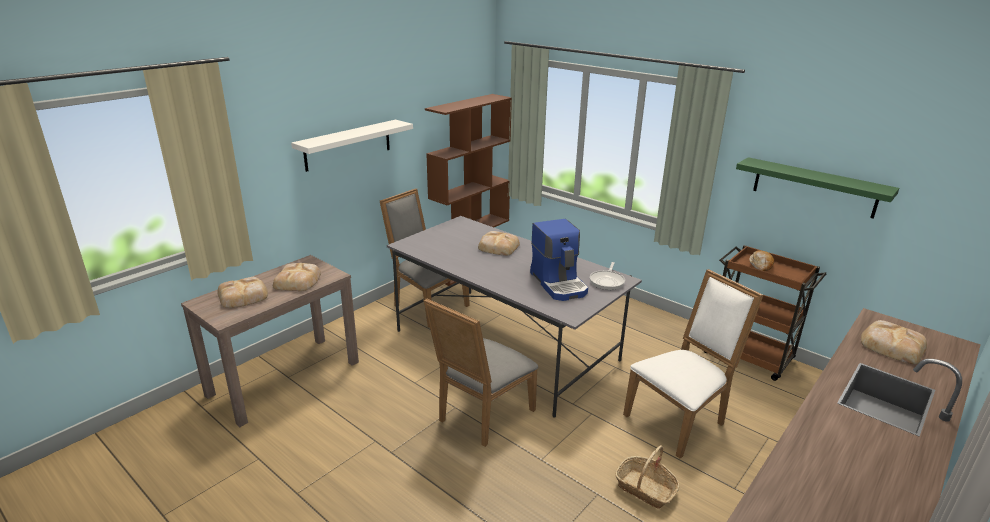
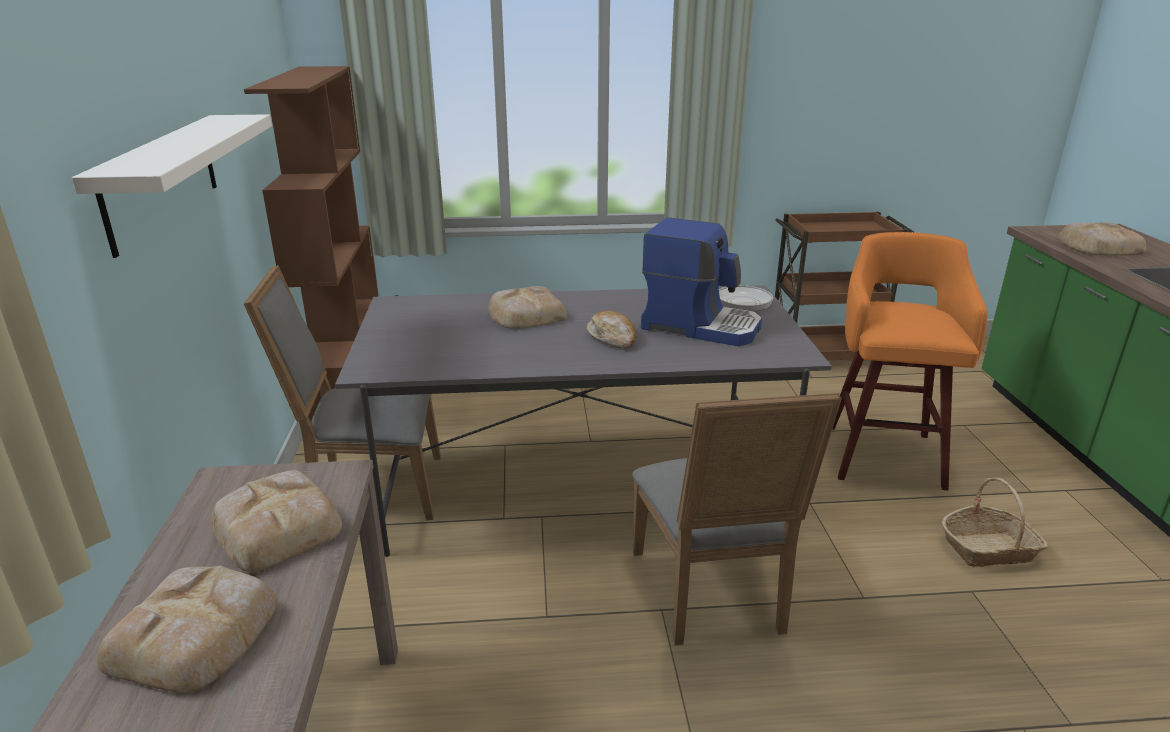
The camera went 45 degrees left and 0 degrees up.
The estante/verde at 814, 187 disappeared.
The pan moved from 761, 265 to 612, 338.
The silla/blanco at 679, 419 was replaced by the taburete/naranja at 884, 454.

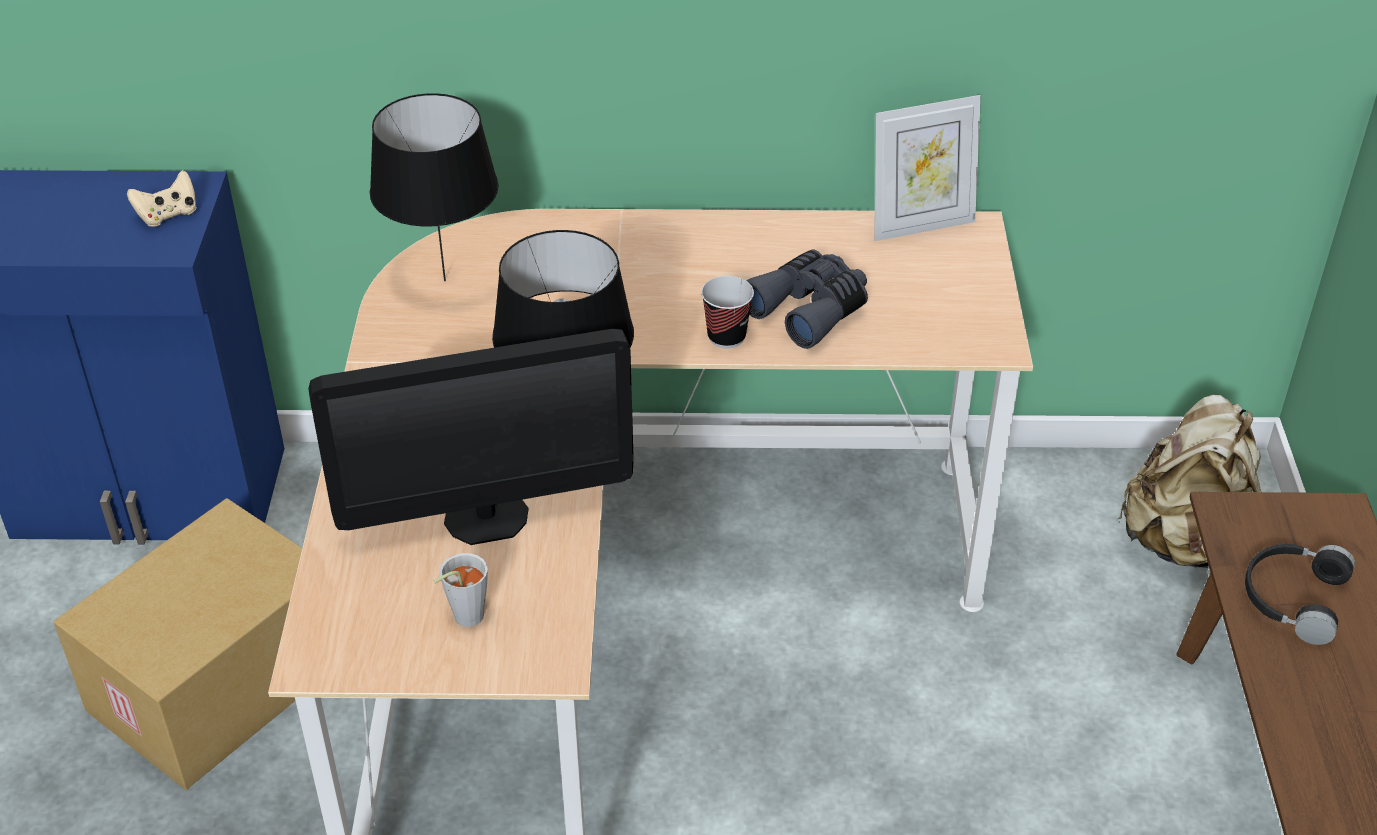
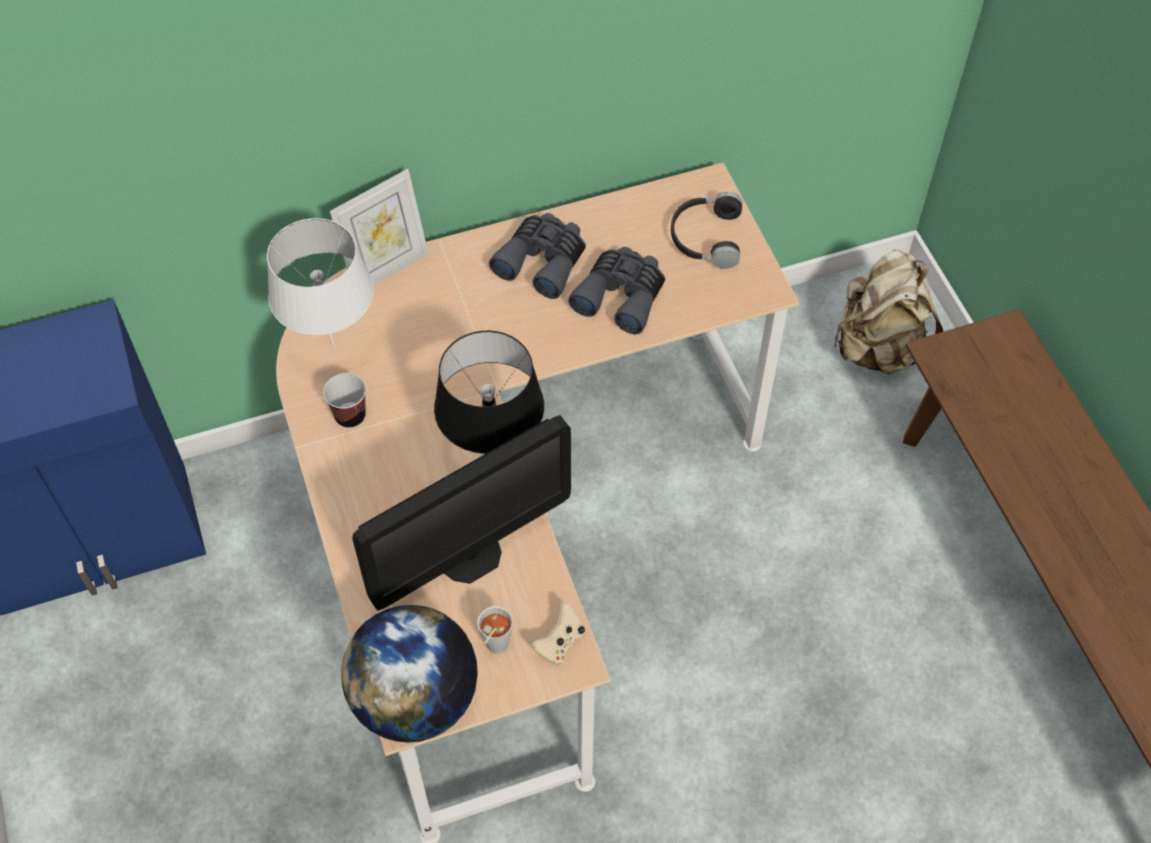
The camera went 20 degrees left and 15 degrees up.
The lámpara de mesa/negro at 445, 279 became the lámpara de mesa/blanco at 334, 347.
The portarretratos moved from 920, 225 to 386, 268.
The mando de consola/beis moved from 168, 215 to 559, 643.
The taza moved from 726, 337 to 350, 416.
The caja de cartón at 220, 686 disappeared.
The auriculares/negro moved from 1291, 598 to 705, 237.
The prismáticos/gris at 543, 261 appeared.
The globo terráqueo at 416, 699 appeared.

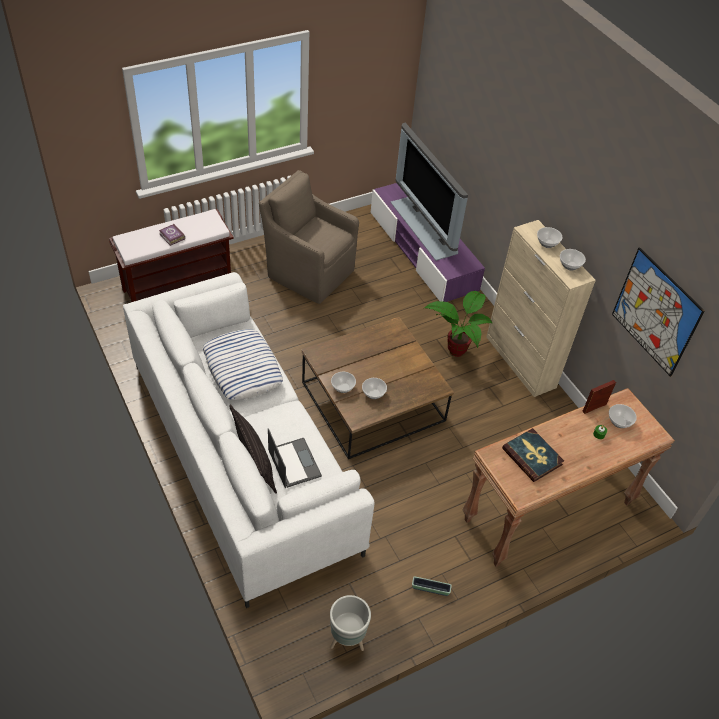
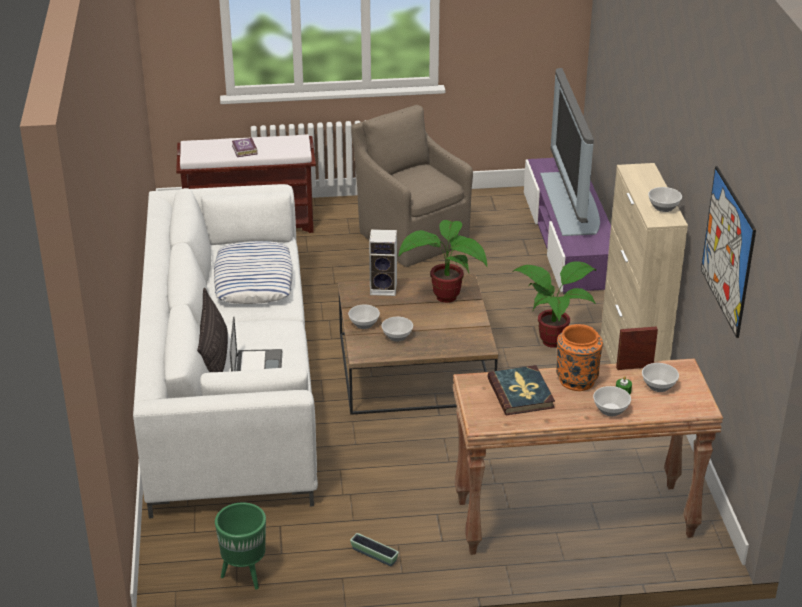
The camera went 25 degrees right and 15 degrees down.
The cuenco moved from 547, 243 to 610, 410.
The maceta/gris at 346, 639 became the maceta/verde at 244, 575.
The planta en maceta at 443, 298 appeared.
The altavoz at 384, 288 appeared.
The florero/naranja at 576, 380 appeared.

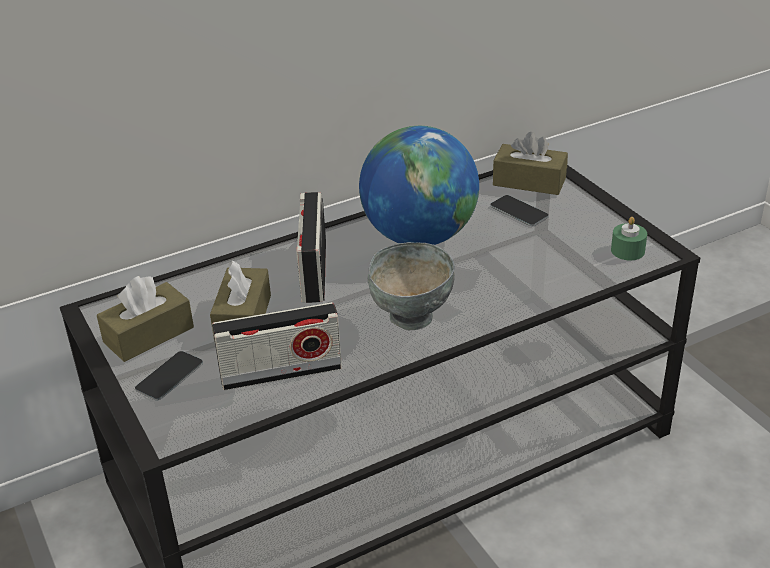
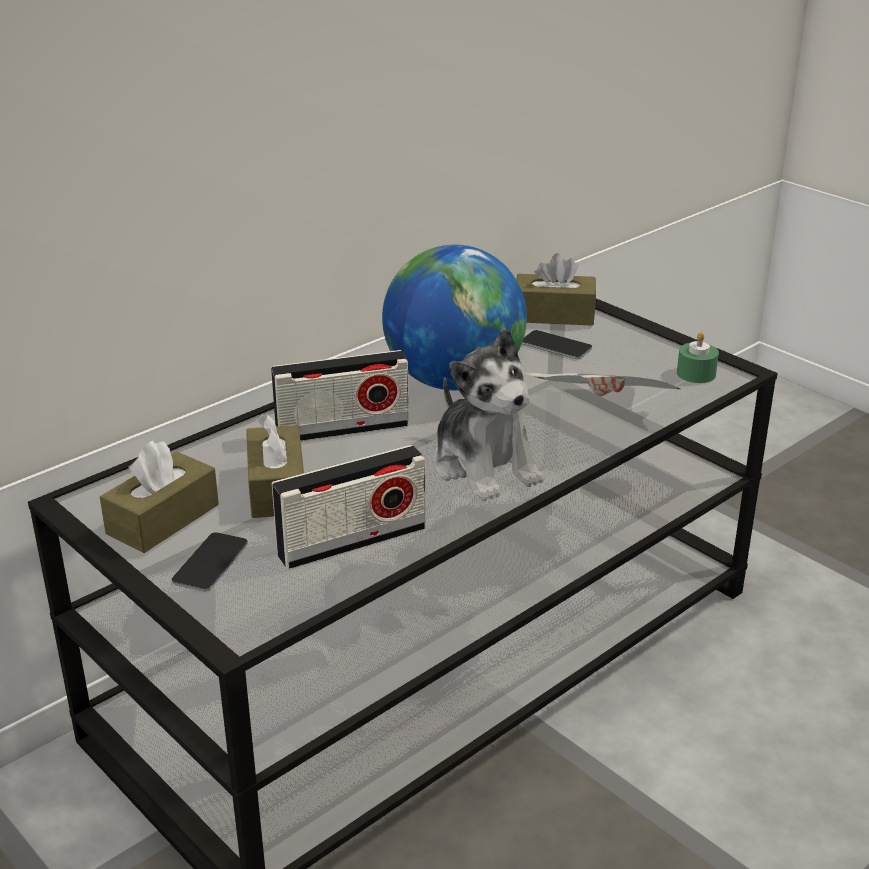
The camera went 15 degrees left and 5 degrees down.
The radio at 314, 271 turned 90 degrees counterclockwise.
The cuenco/gris at 412, 318 was replaced by the peluche at 485, 466.
The periódico at 600, 418 appeared.

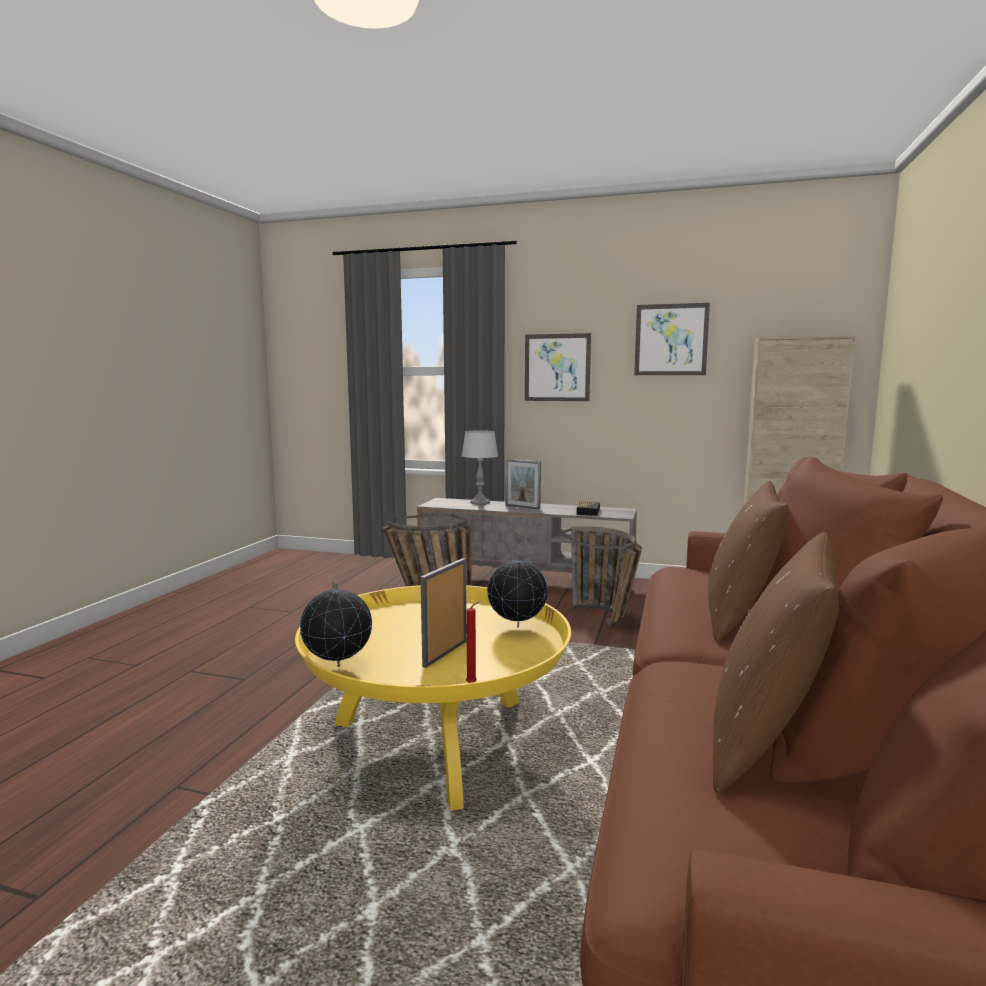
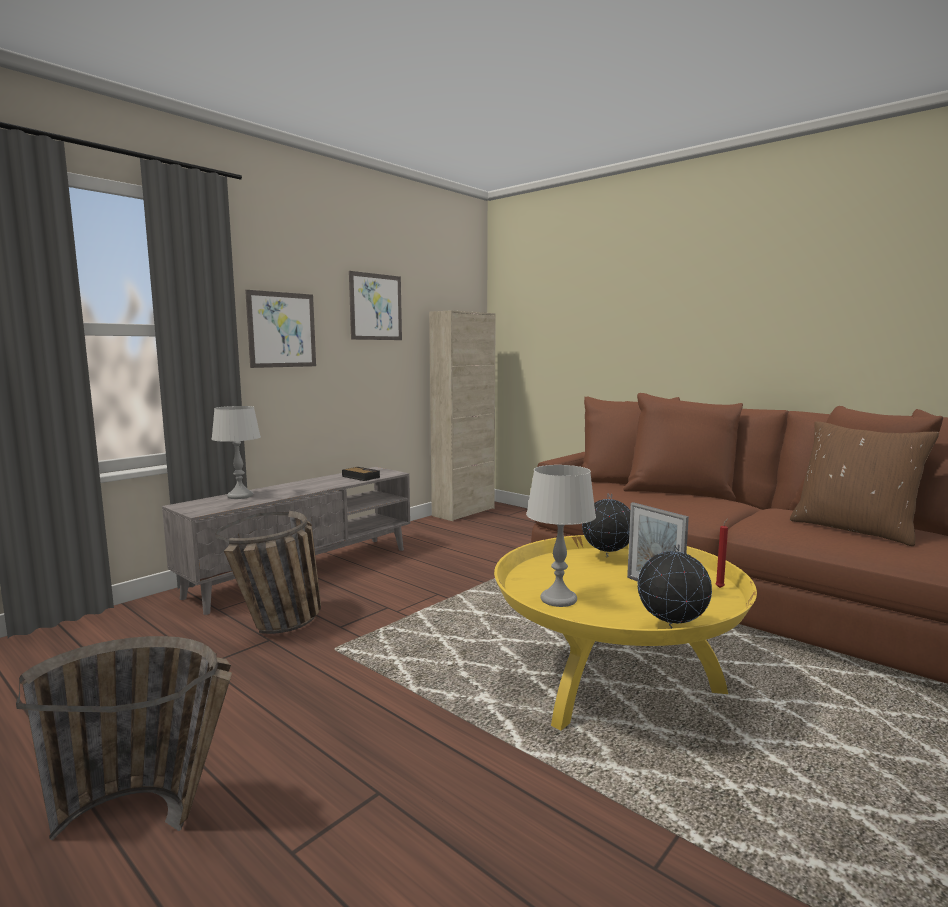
The camera went 65 degrees left and 0 degrees up.
The portarretratos at 522, 507 disappeared.
The cojín/marrón at 739, 618 disappeared.
The cesta moved from 607, 620 to 153, 818.
The lámpara de mesa/gris at 558, 599 appeared.

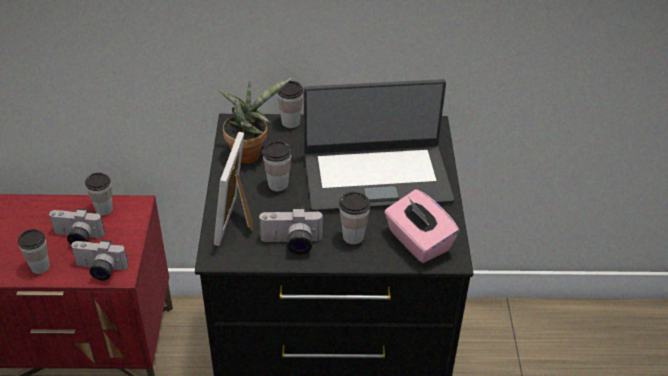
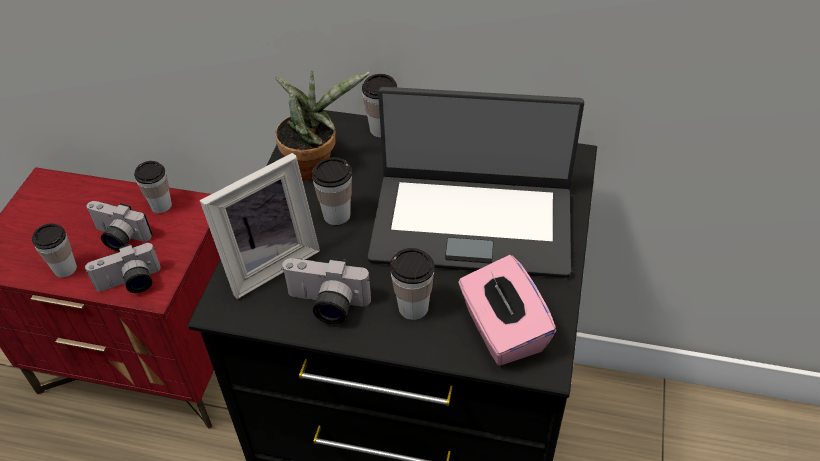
The camera went 15 degrees right and 5 degrees up.
The portarretratos at 239, 222 turned 150 degrees counterclockwise.
The cámara at 99, 270 turned 45 degrees counterclockwise.

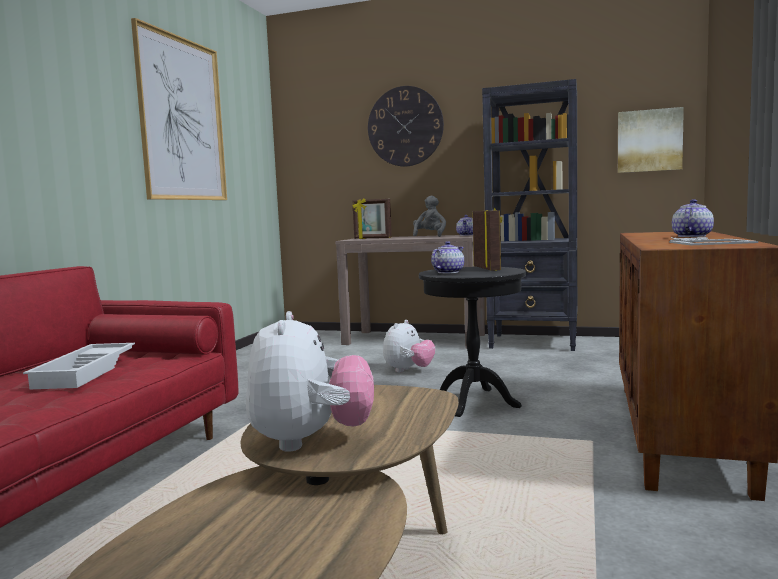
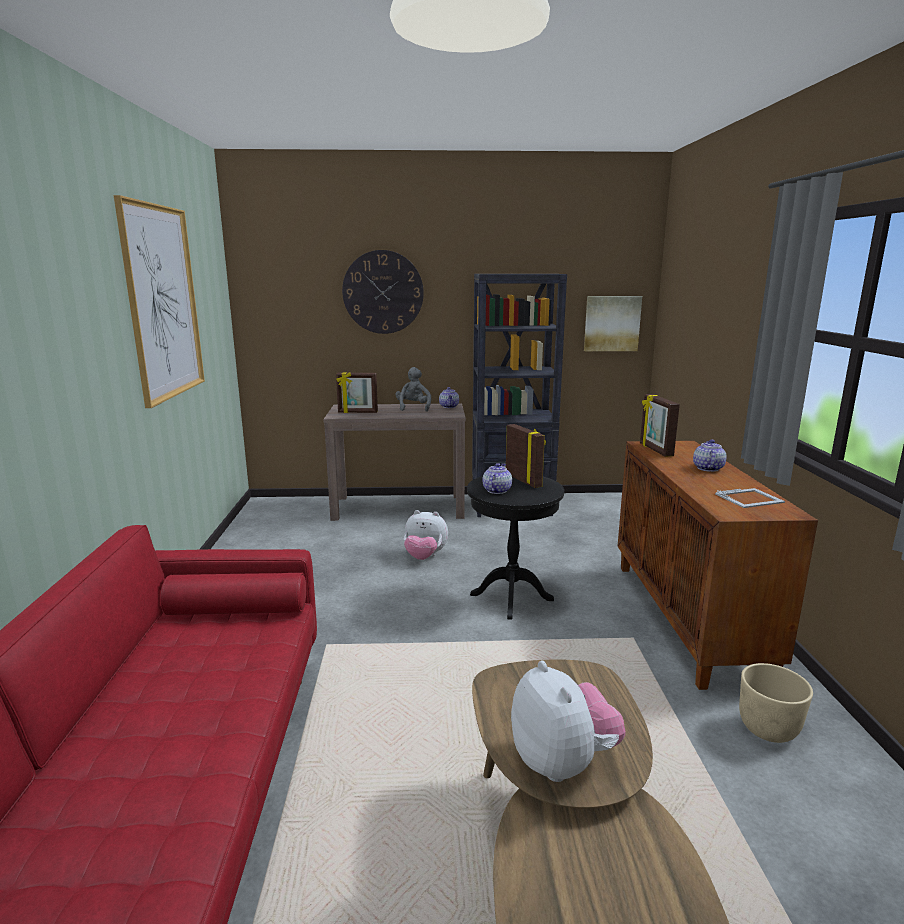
The camera went 20 degrees left and 10 degrees up.
The peluche at 408, 370 turned 90 degrees clockwise.
The bandeja/blanco at 87, 372 disappeared.
The portarretratos at 655, 450 appeared.
The maceta/beis at 769, 730 appeared.

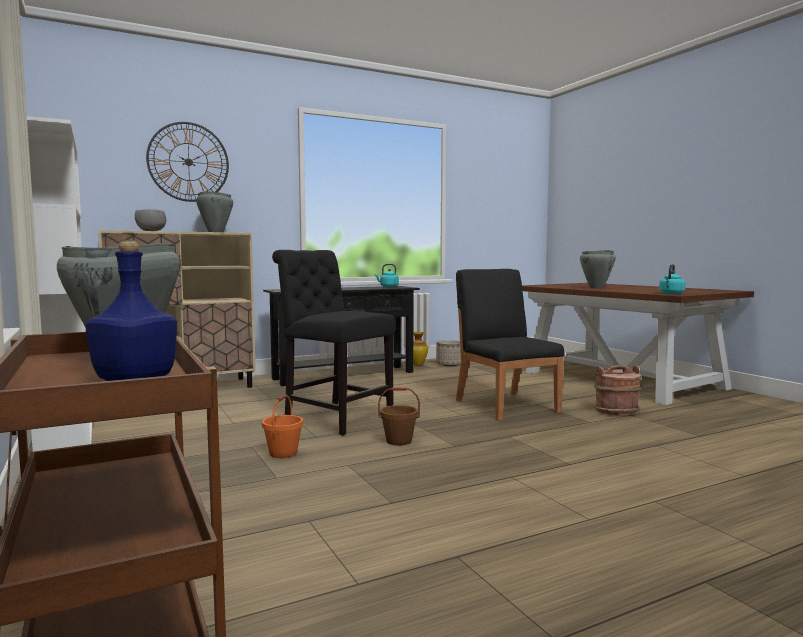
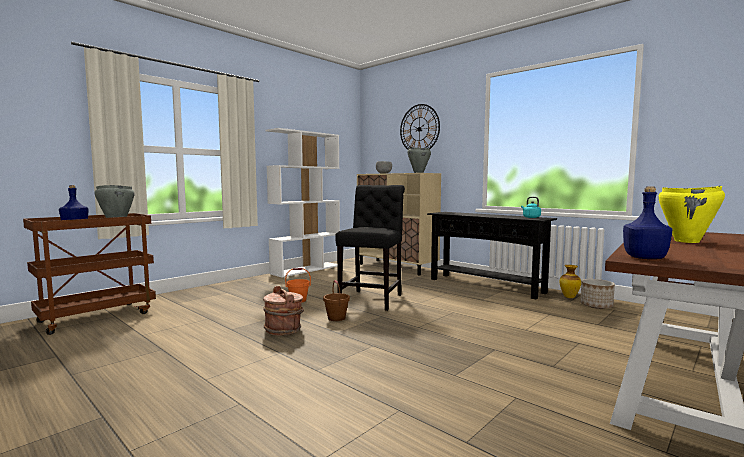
The camera went 70 degrees right and 0 degrees up.
The olla/gris at 596, 288 became the olla/amarillo at 687, 241.
The hervidor/turquesa at 671, 294 was replaced by the botella/azul at 644, 258.
The silla/negro at 506, 405 disappeared.
The cubo/marrón moved from 616, 411 to 283, 330.

